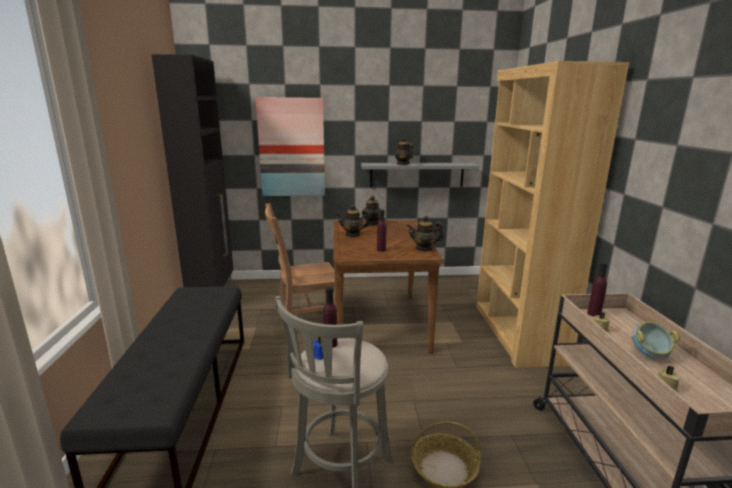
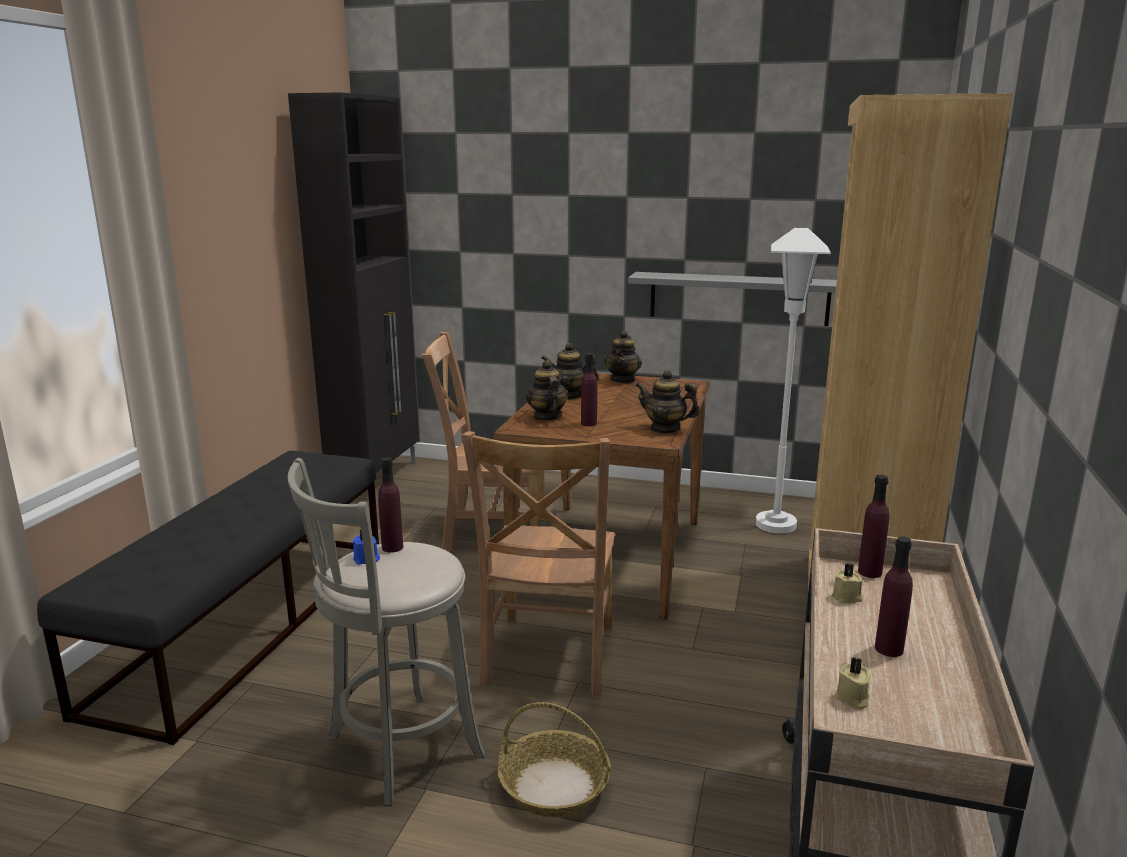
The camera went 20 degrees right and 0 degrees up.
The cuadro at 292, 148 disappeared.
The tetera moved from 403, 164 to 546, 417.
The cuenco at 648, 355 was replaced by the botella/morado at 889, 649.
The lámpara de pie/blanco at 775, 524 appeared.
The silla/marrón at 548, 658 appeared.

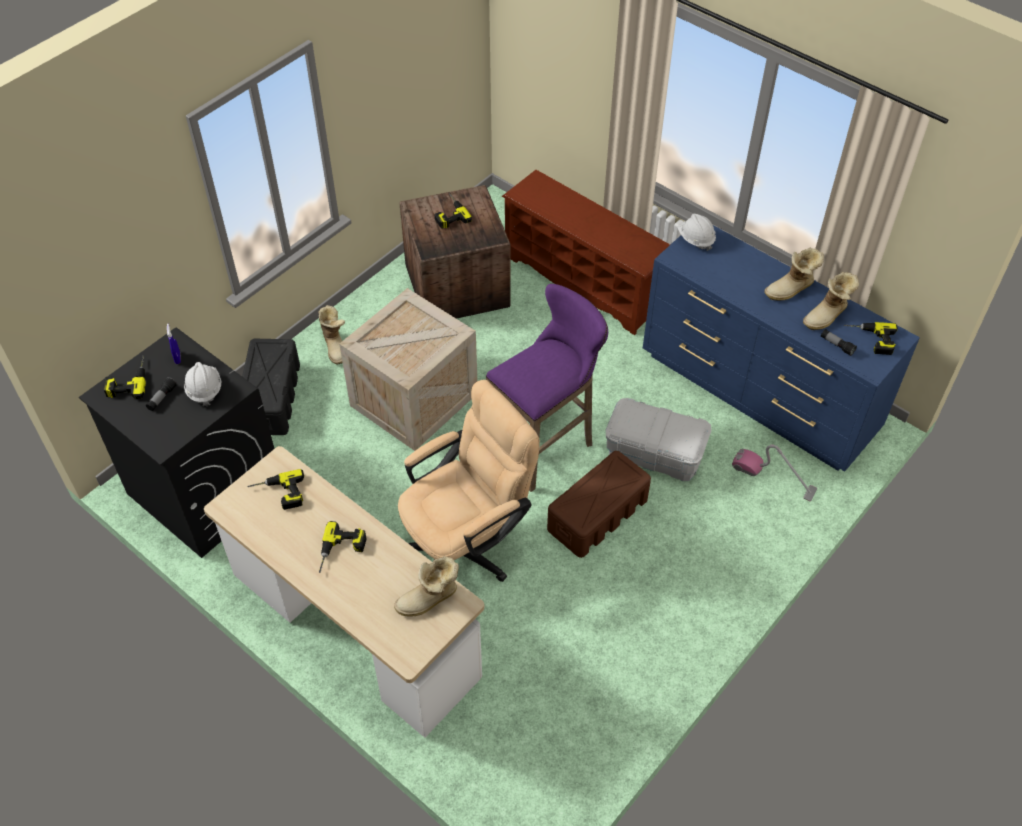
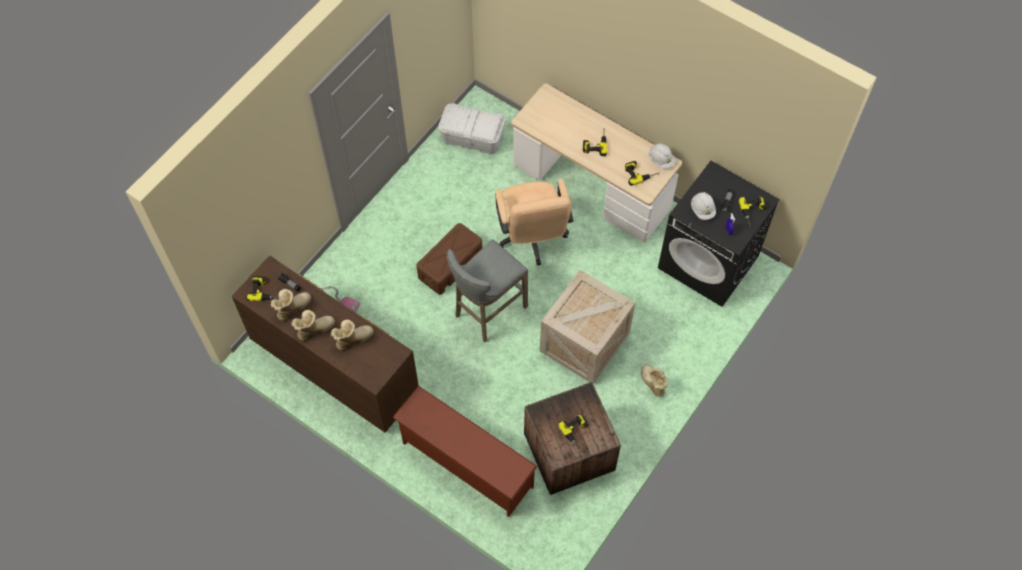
The camera went 175 degrees right and 10 degrees up.
The casco/blanco moved from 695, 239 to 661, 160.
The cómoda/azul at 758, 394 became the cómoda/marrón at 334, 366.
The taburete/morado at 544, 445 became the taburete/gris at 488, 313.
The caja de almacenaje/negro at 272, 398 disappeared.
The silla de oficina/beis at 467, 544 turned 60 degrees counterclockwise.
The caja de almacenaje/blanco moved from 654, 454 to 472, 137.
The bota moved from 429, 600 to 352, 339.

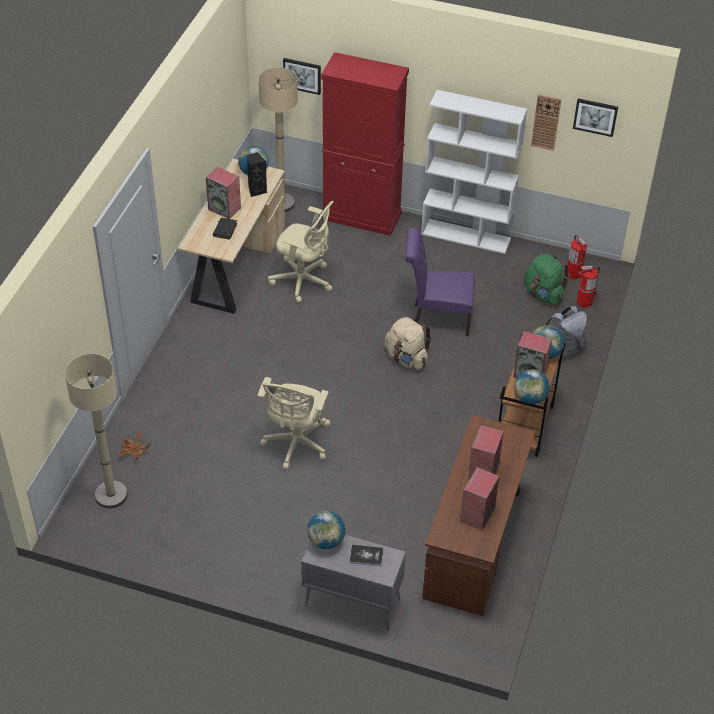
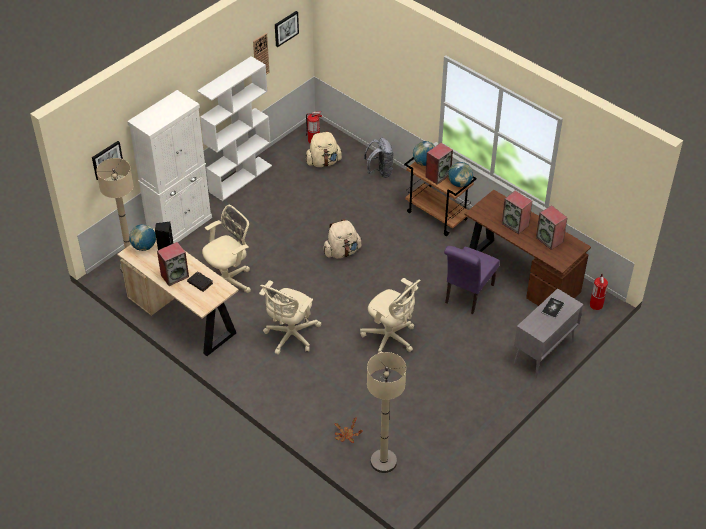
The camera went 65 degrees left and 0 degrees up.
The armario/rojo at 362, 216 became the armario/blanco at 180, 226.
The silla/morado moved from 436, 318 to 467, 295.
The mochila/verde at 543, 294 became the mochila/beis at 323, 162.
The extintor moved from 584, 302 to 596, 305.
The globo terráqueo at 326, 541 disappeared.
The silla de oficina/beis at 290, 336 appeared.

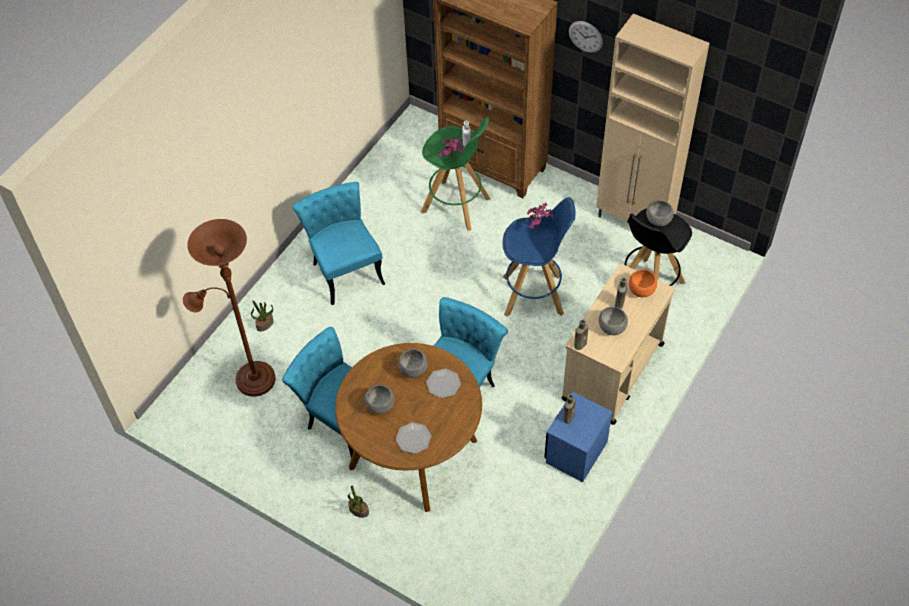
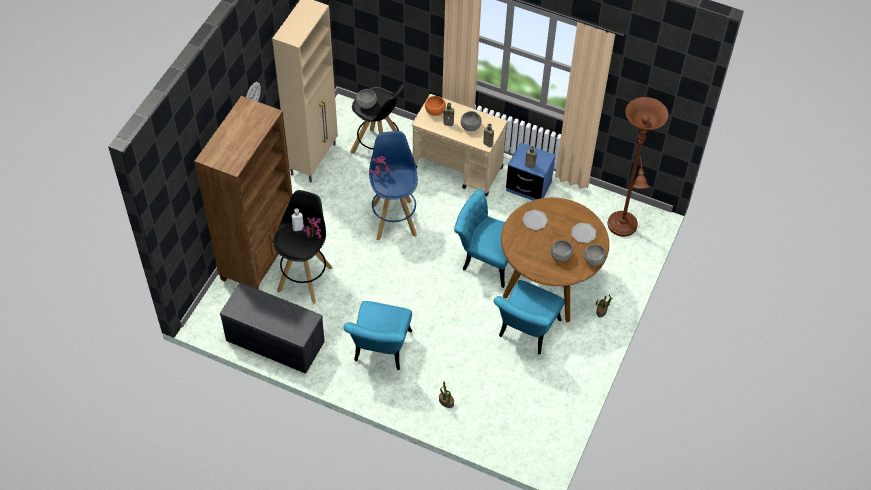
The camera went 100 degrees left and 0 degrees up.
The taburete/verde at 456, 205 became the taburete/negro at 305, 278.
The silla/turquesa at 344, 268 turned 45 degrees counterclockwise.
The lámpara de pie/marrón moved from 250, 379 to 623, 228.
The cuenco/gris moved from 413, 369 to 593, 260.
The banco/gris at 274, 341 appeared.

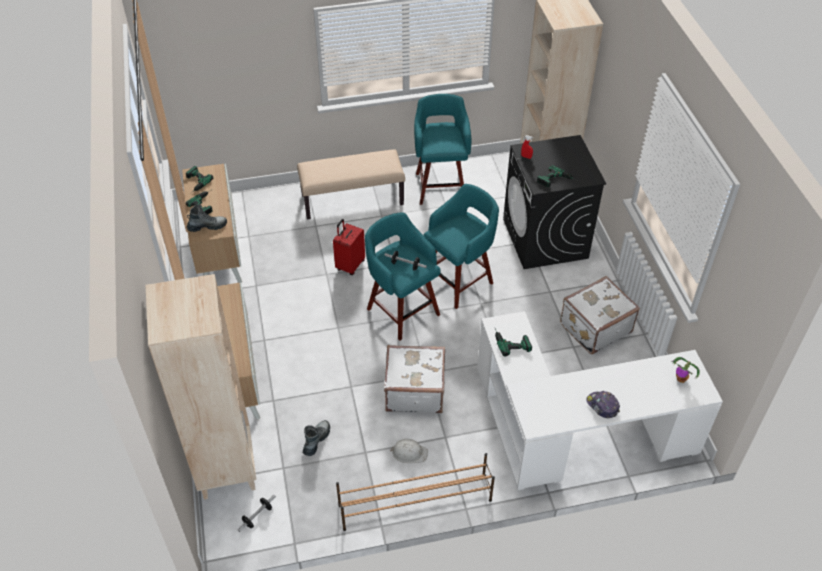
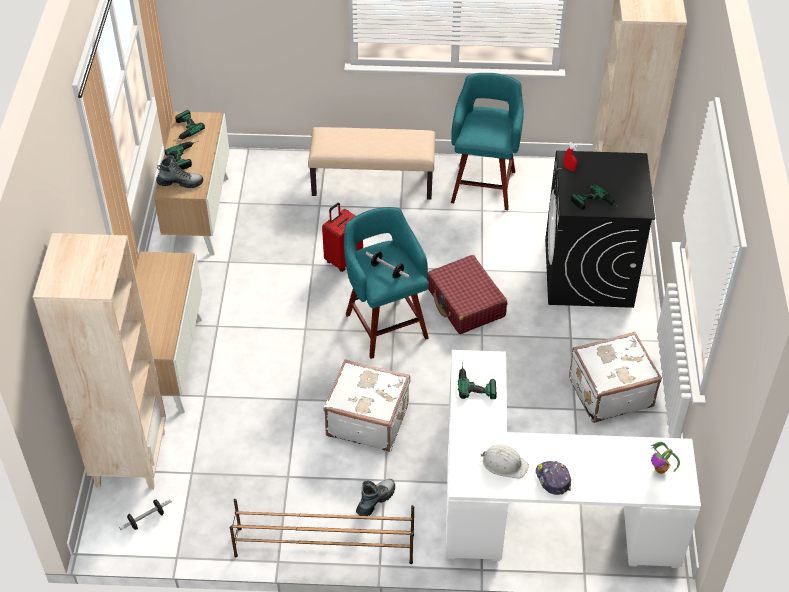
The camera went 15 degrees right and 0 degrees up.
The taburete/turquesa at 459, 280 was replaced by the maleta/rojo at 465, 303.
The bota moved from 316, 440 to 375, 500.
The casco/blanco moved from 409, 453 to 504, 463.

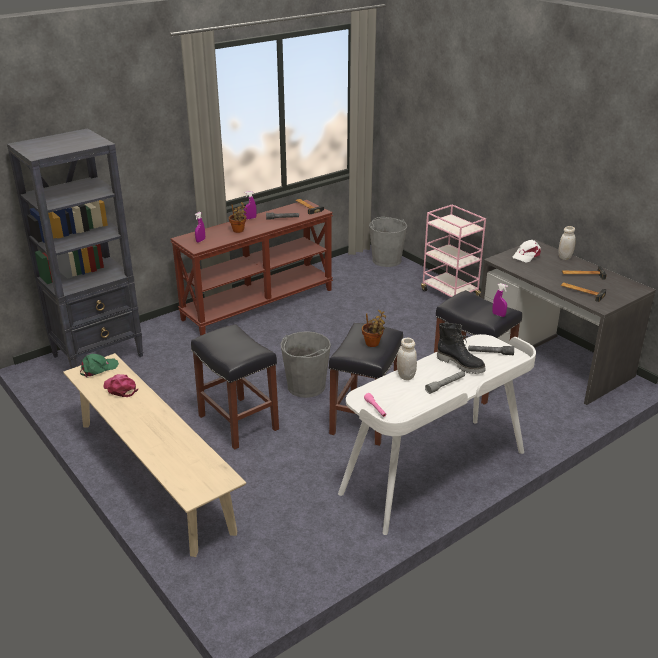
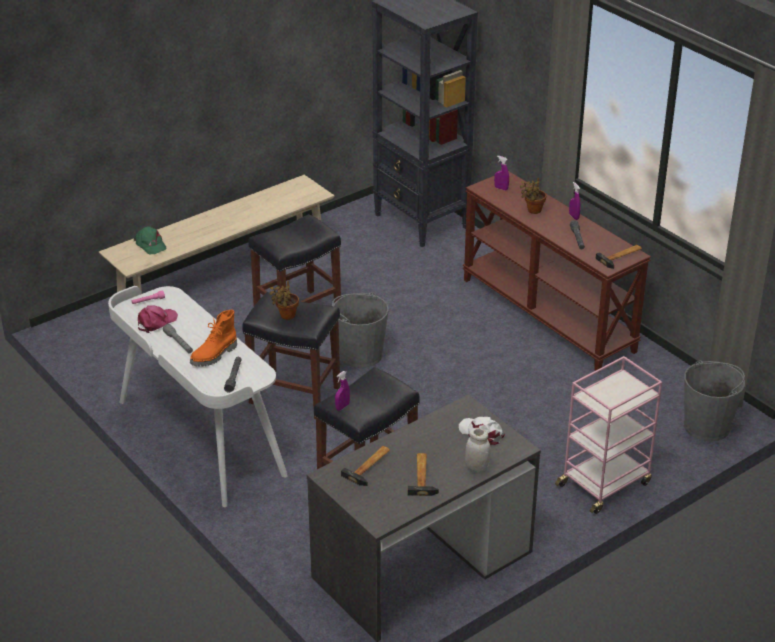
The camera went 90 degrees right and 5 degrees up.
The bota/negro at 461, 364 became the bota/naranja at 214, 355.
The tarro/blanco at 406, 376 disappeared.
The gorra/verde moved from 98, 368 to 150, 245.
The gorra/rosa moved from 120, 388 to 156, 322.

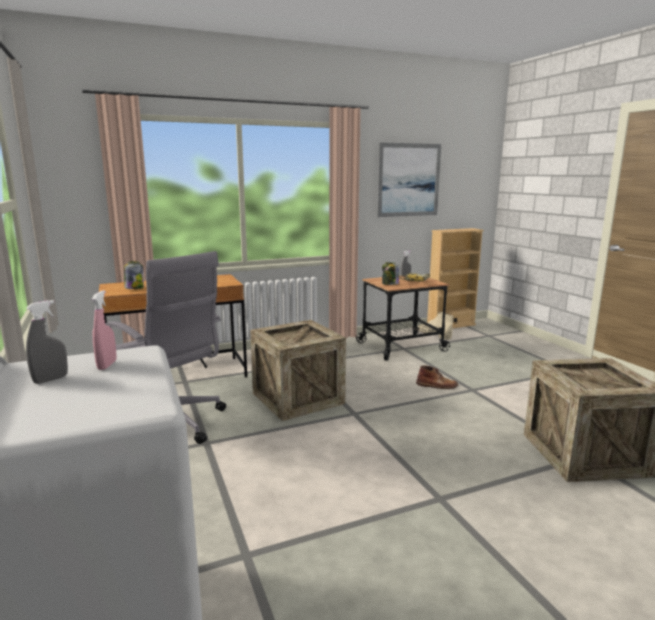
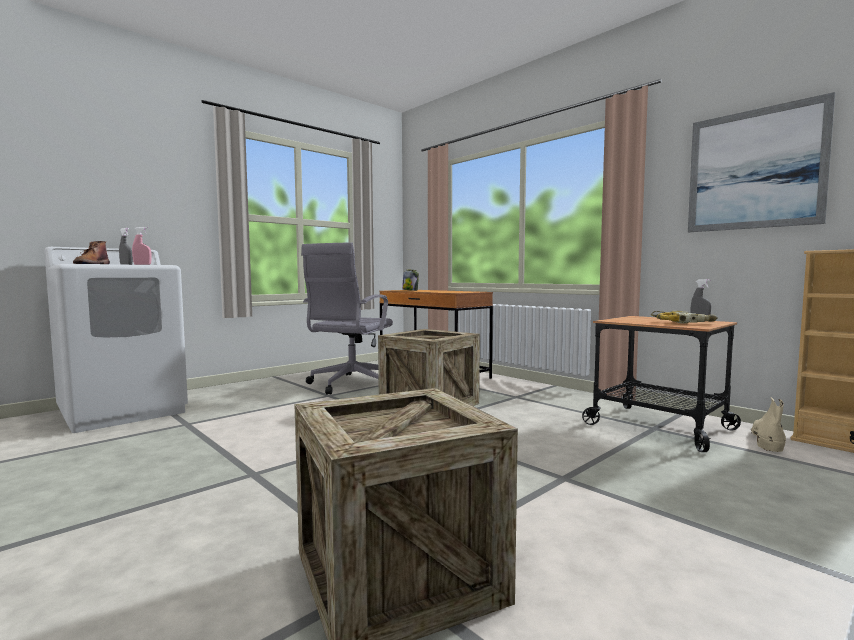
The camera went 70 degrees right and 10 degrees down.
The tarro at 390, 284 disappeared.
The bota/marrón moved from 437, 385 to 91, 264.

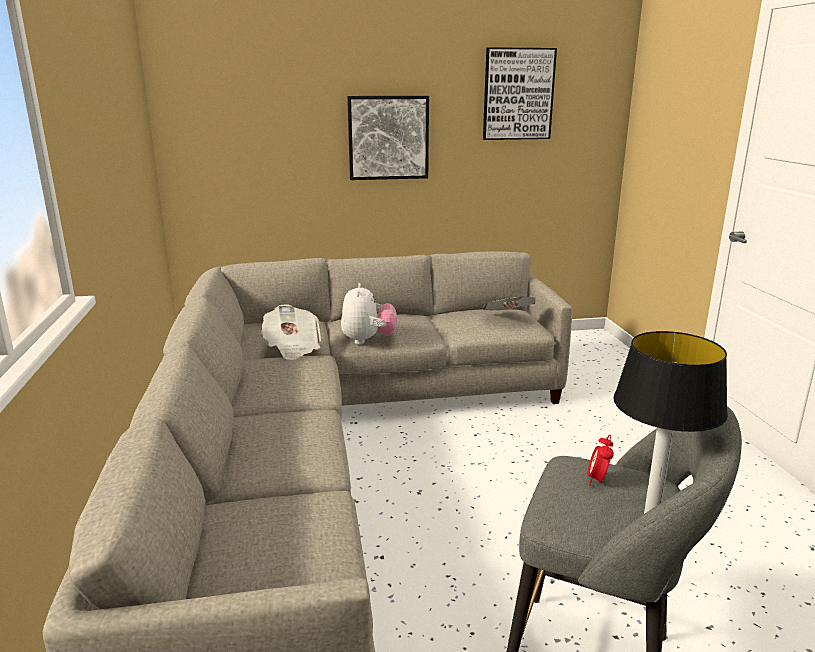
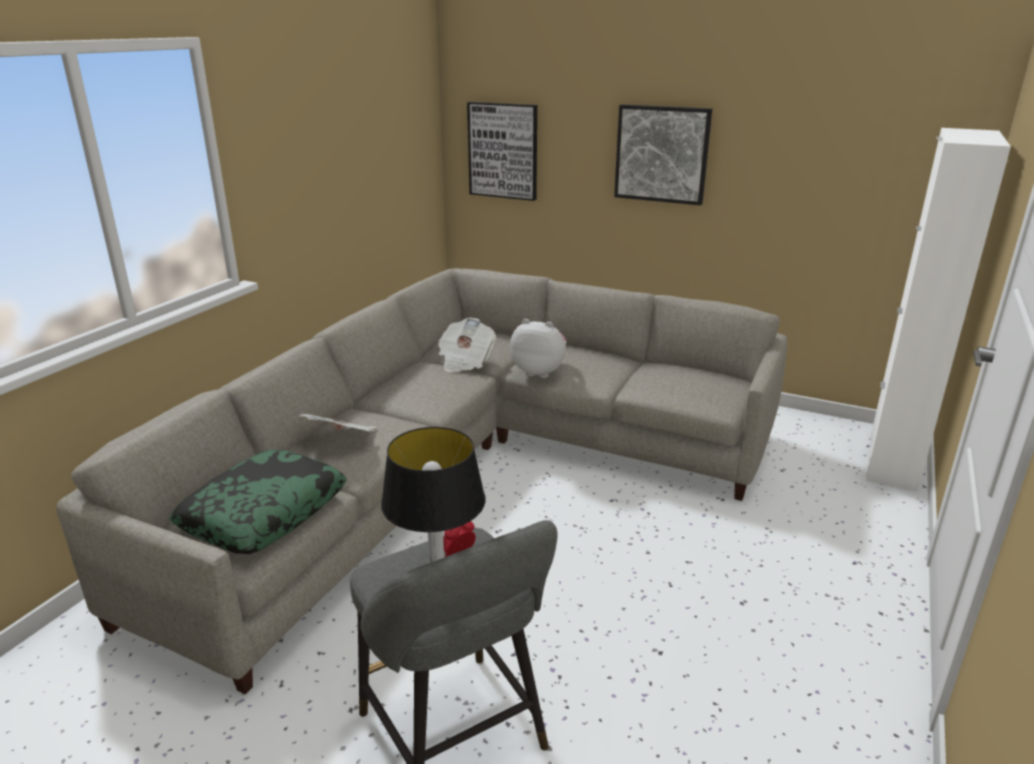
The camera went 35 degrees right and 5 degrees up.
The cuadro moved from 518, 94 to 503, 151.
The peluche at 368, 340 turned 105 degrees counterclockwise.
The periódico moved from 507, 318 to 343, 440.
The armario/blanco at 892, 461 appeared.
The cojín at 264, 513 appeared.

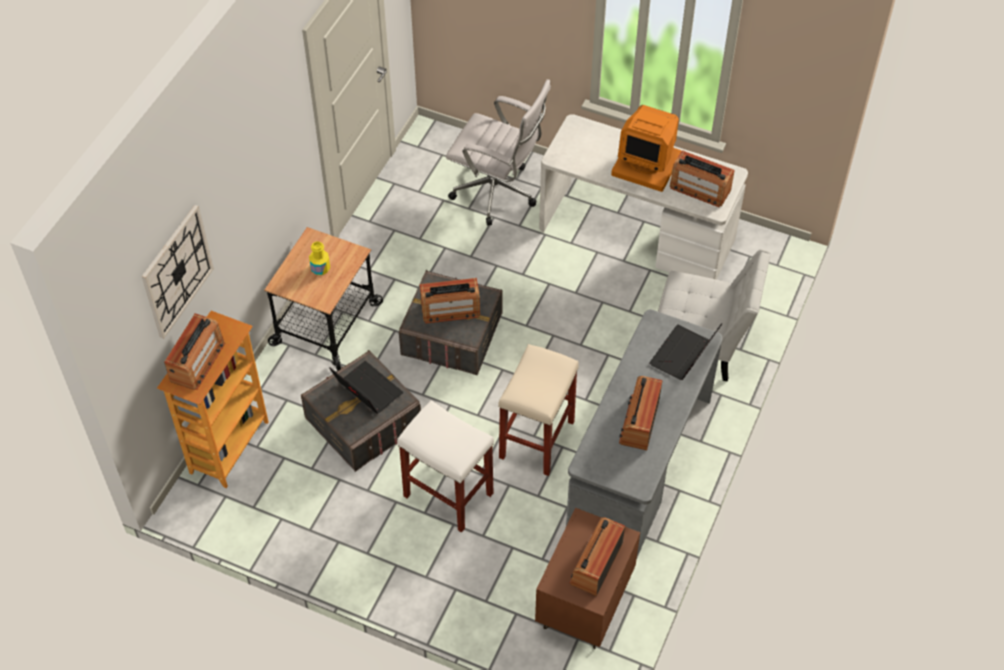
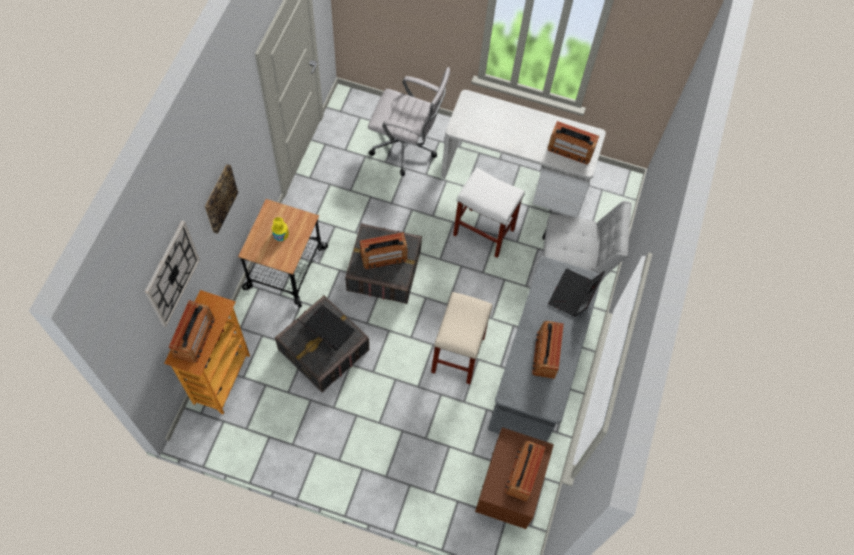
The camera went 10 degrees left and 10 degrees up.
The monitor at 647, 164 disappeared.
The taburete/blanco moved from 447, 495 to 483, 232.
The cuadro at 219, 198 appeared.

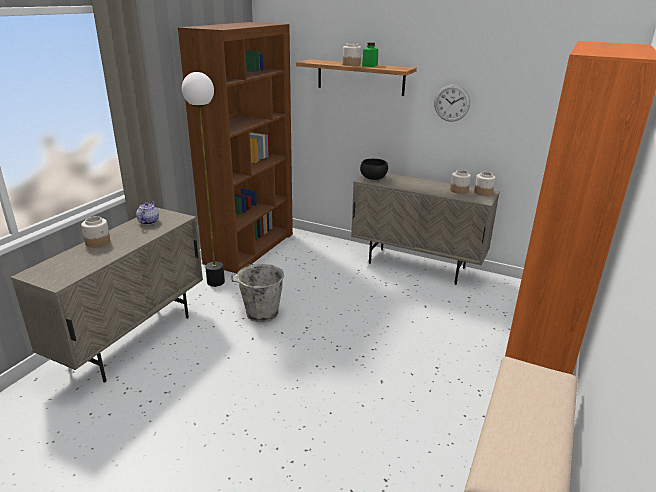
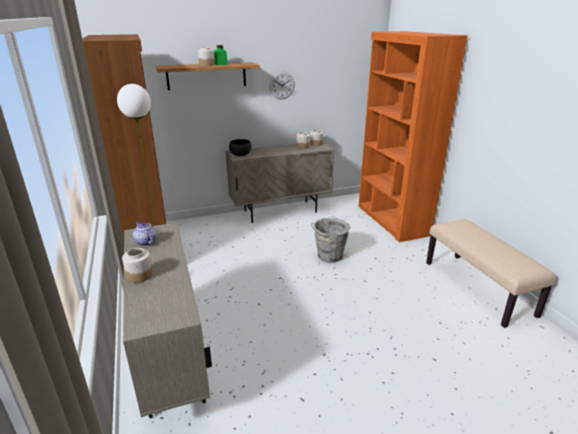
The camera went 45 degrees left and 0 degrees up.
The cubo/gris moved from 260, 313 to 329, 256.

